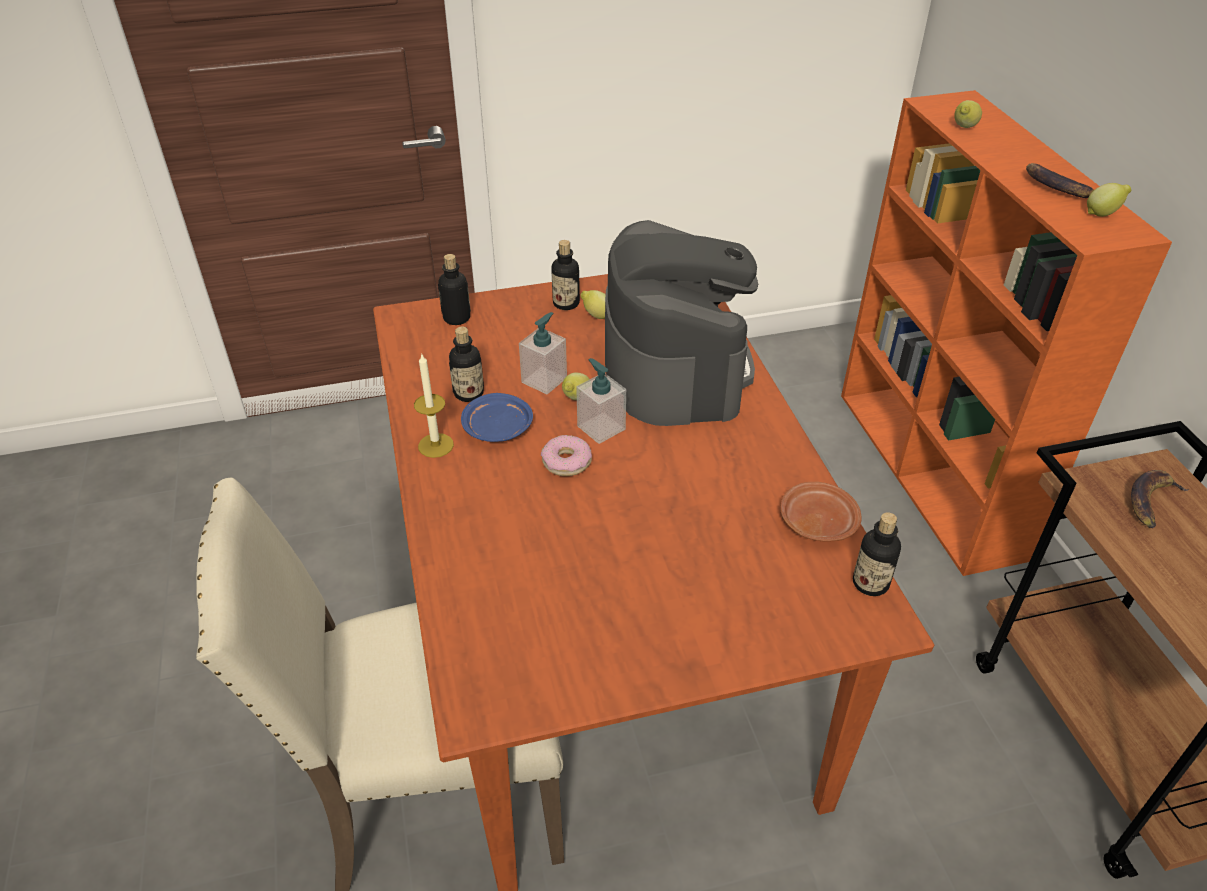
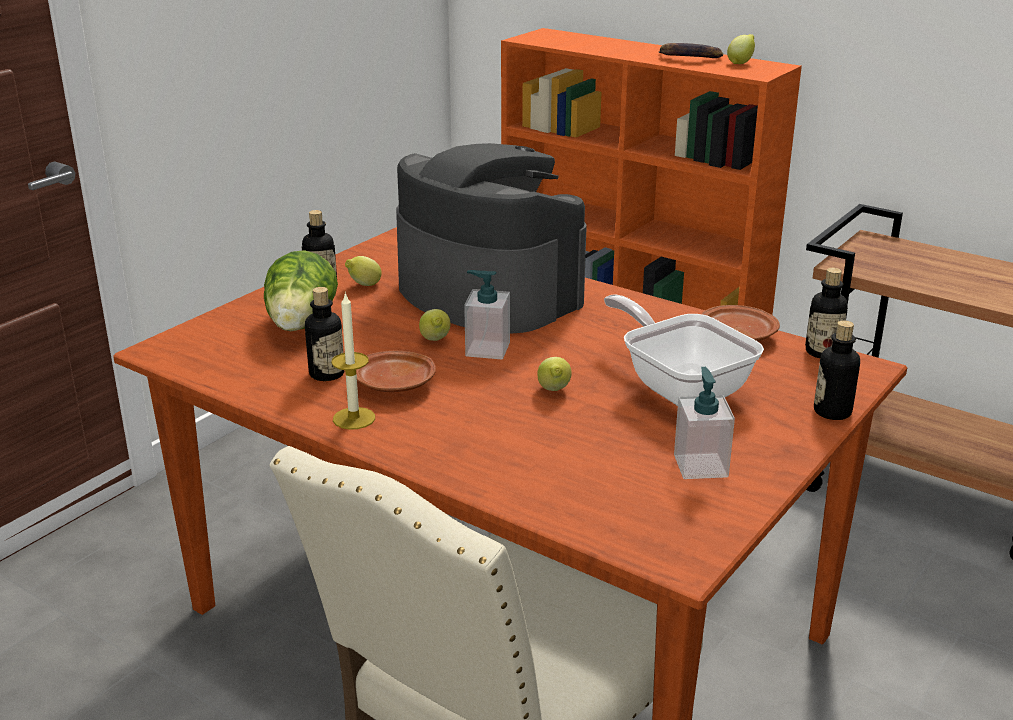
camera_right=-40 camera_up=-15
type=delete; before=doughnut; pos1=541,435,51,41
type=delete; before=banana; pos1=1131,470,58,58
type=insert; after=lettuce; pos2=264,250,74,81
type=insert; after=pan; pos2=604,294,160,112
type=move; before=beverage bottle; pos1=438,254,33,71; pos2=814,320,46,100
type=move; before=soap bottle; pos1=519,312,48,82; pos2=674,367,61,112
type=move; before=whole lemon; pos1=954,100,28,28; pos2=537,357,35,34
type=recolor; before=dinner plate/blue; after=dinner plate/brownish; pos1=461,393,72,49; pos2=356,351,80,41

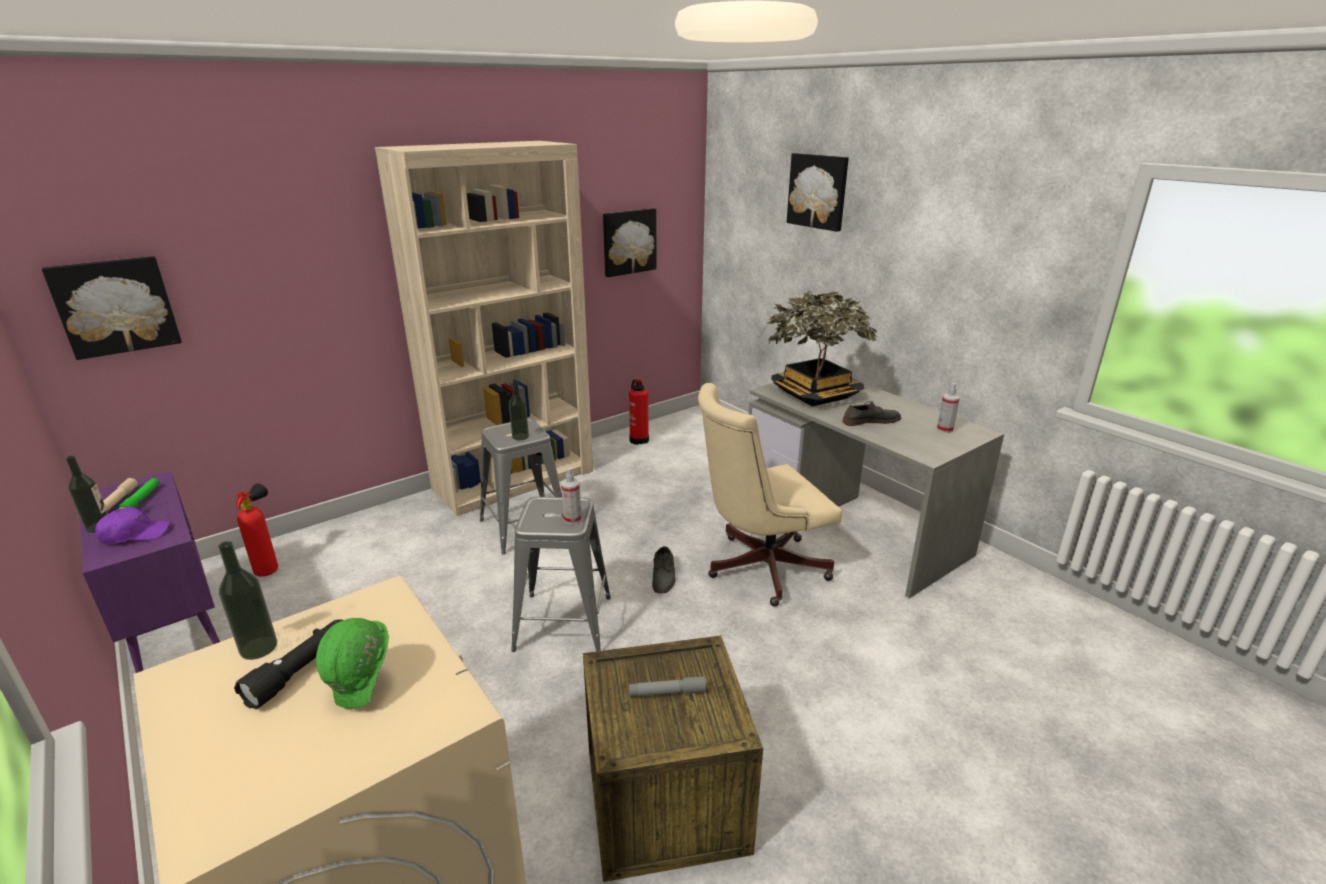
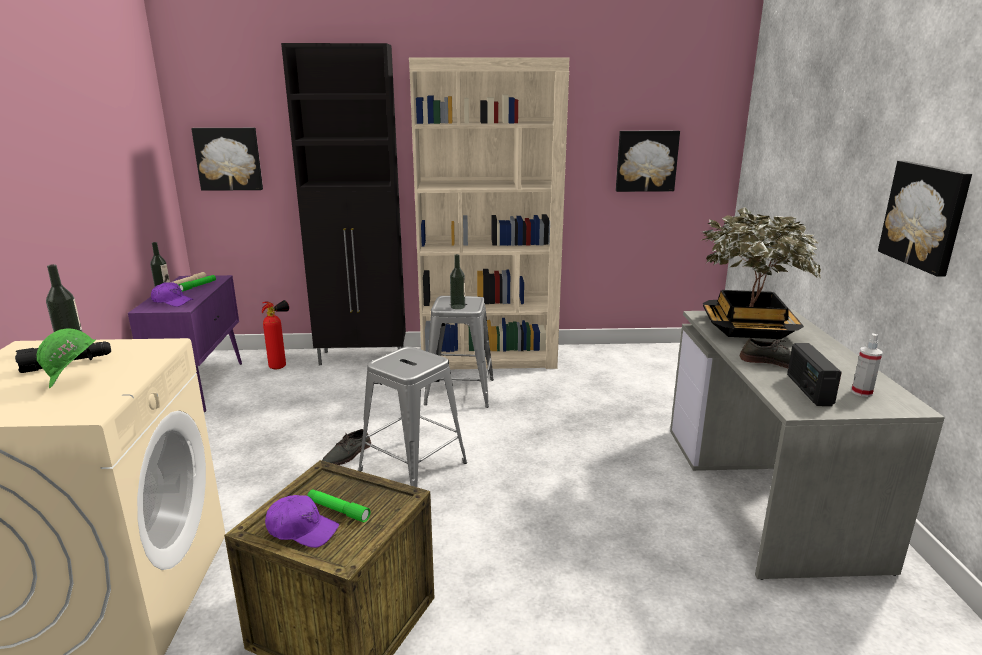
camera_right=35 camera_up=-5
type=delete; before=hand sprayer; pos1=561,467,21,57
type=delete; before=fire-fighting cylinder; pos1=629,379,20,66
type=delete; before=computer chair/sand-coloured; pos1=698,383,144,224
type=insert; after=cap/purplish; pos2=265,495,74,53
type=insert; after=cabinet/black; pos2=281,43,125,322
type=insert; after=radio receiver; pos2=787,343,55,63
type=move; before=shoe/grey; pos1=652,546,23,47; pos2=322,429,49,36
type=move; before=wall picture; pos1=787,153,62,79; pos2=878,161,94,116
type=recolor; before=flashlight/grey; after=flashlight/greenish; pos1=629,676,77,21; pos2=307,489,63,34

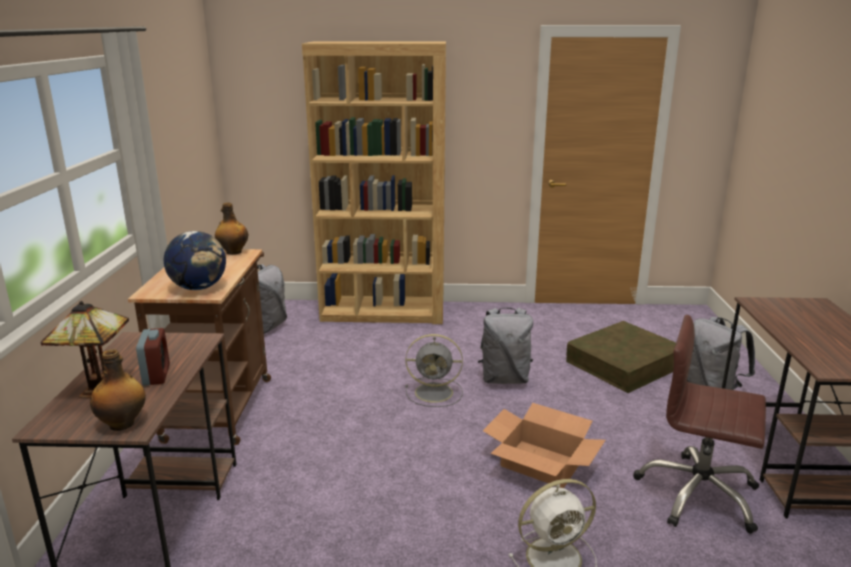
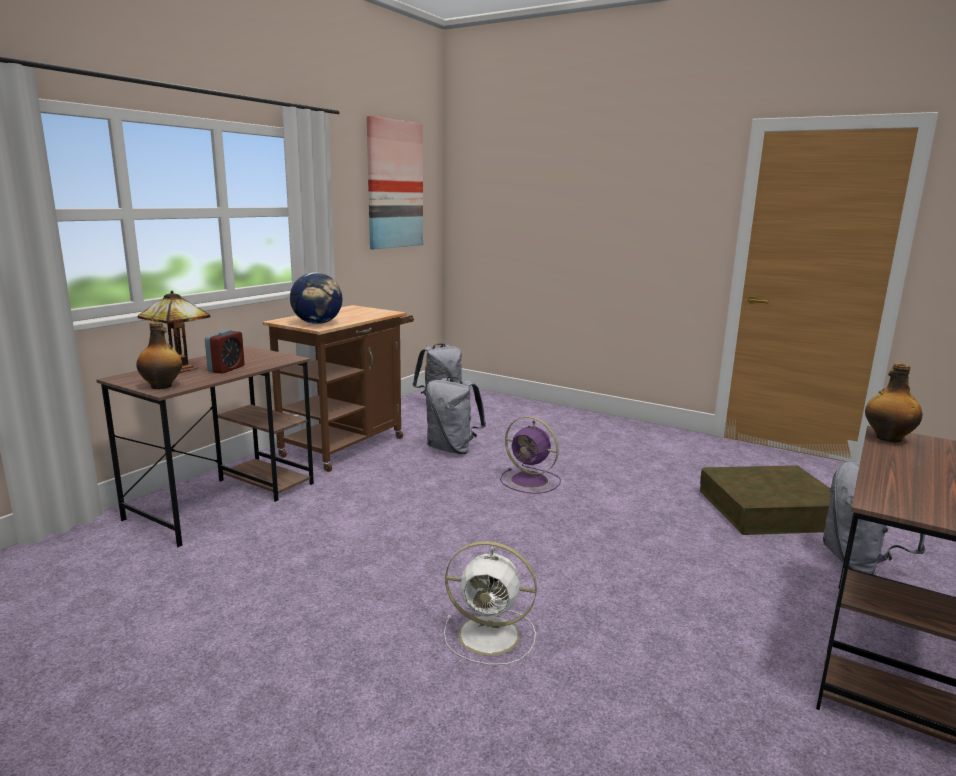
camera_right=30 camera_up=-5
type=delete; before=shelving unit/brownish; pos1=302,41,144,283
type=delete; before=packing box; pos1=483,403,122,85
type=delete; before=computer chair/brownish; pos1=633,315,133,219
type=insert; after=wall picture; pos2=367,115,56,134
type=move; before=beverage bottle; pos1=215,203,33,52; pos2=865,363,58,79
type=move; before=rucksack/grey; pos1=478,308,55,76; pos2=426,376,60,78
type=recolor; before=fan/grey; after=fan/purplish; pos1=405,334,58,73; pos2=500,416,61,78

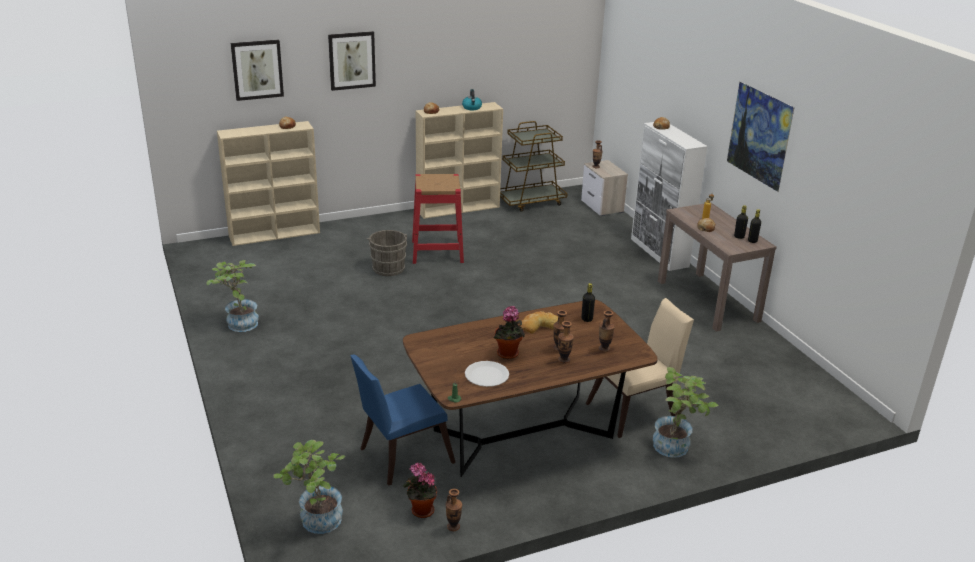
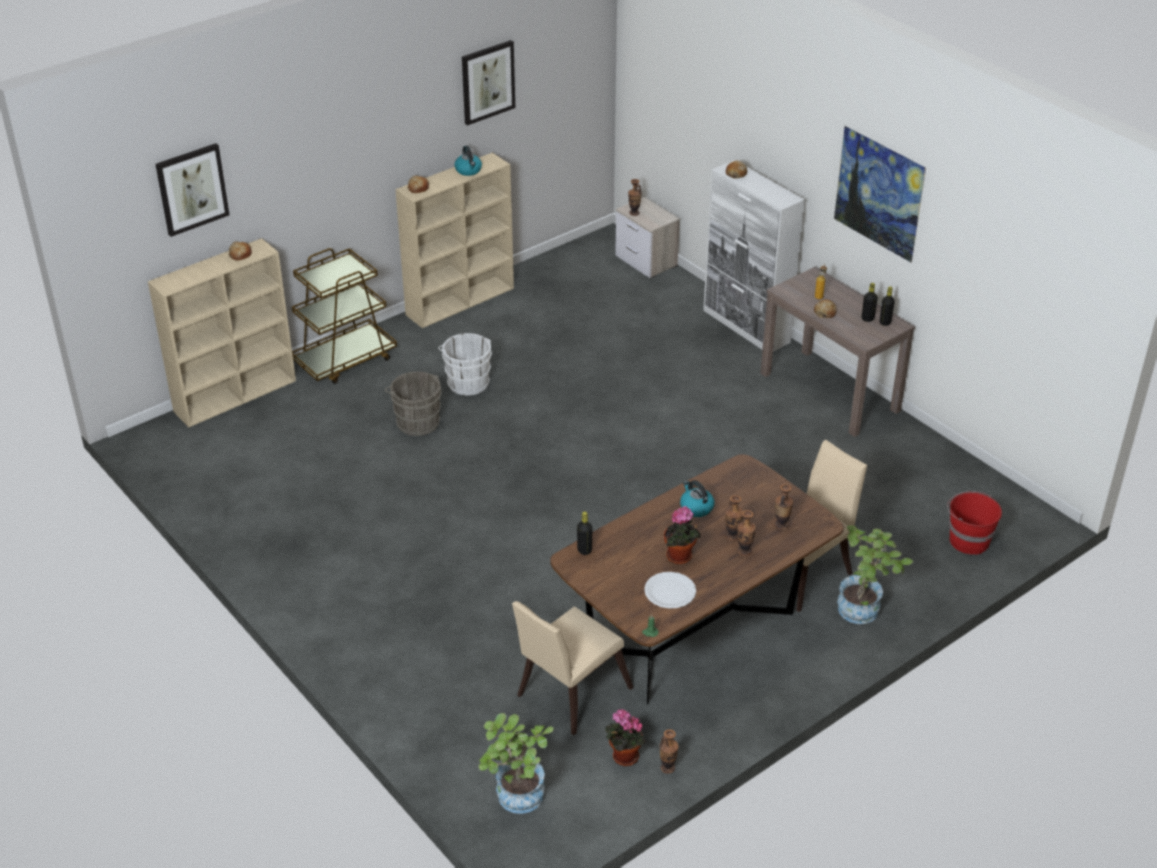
camera_right=-15 camera_up=10
type=delete; before=houseplant; pos1=206,260,53,72
type=insert; after=water bucket/red; pos2=947,491,55,64
type=move; before=wall picture; pos1=328,31,48,60; pos2=462,40,53,85
type=move; before=trolley/brownish; pos1=500,121,68,91; pos2=292,248,105,136
type=move; before=beverage bottle/black; pos1=581,283,14,39; pos2=577,511,16,44
type=replace; before=stool/red; after=water bucket/whitish; pos1=412,174,52,90; pos2=438,333,54,63
type=replace; before=bakery bread; after=kettle; pos1=520,311,38,23; pos2=680,480,34,37
type=recolor; before=upright chair/blue; after=upright chair/sand-coloured; pos1=350,355,106,131; pos2=512,601,122,134

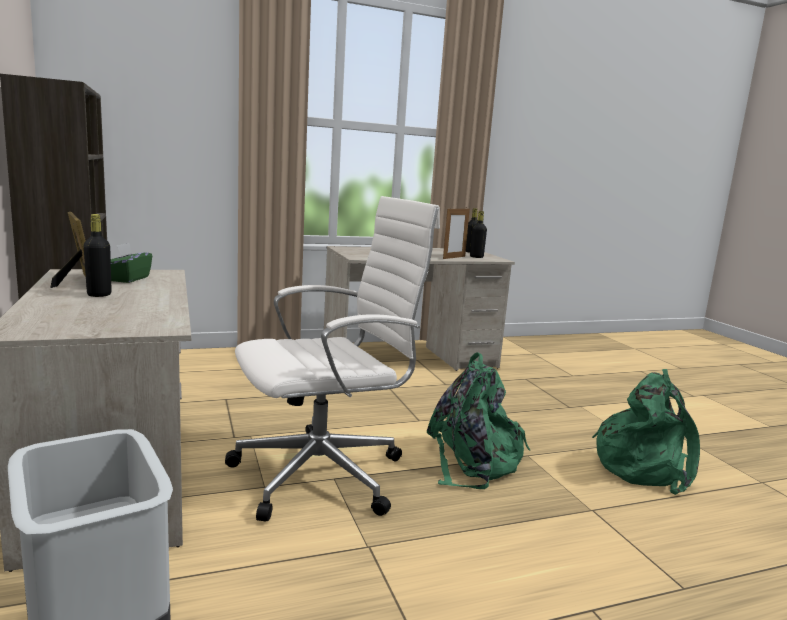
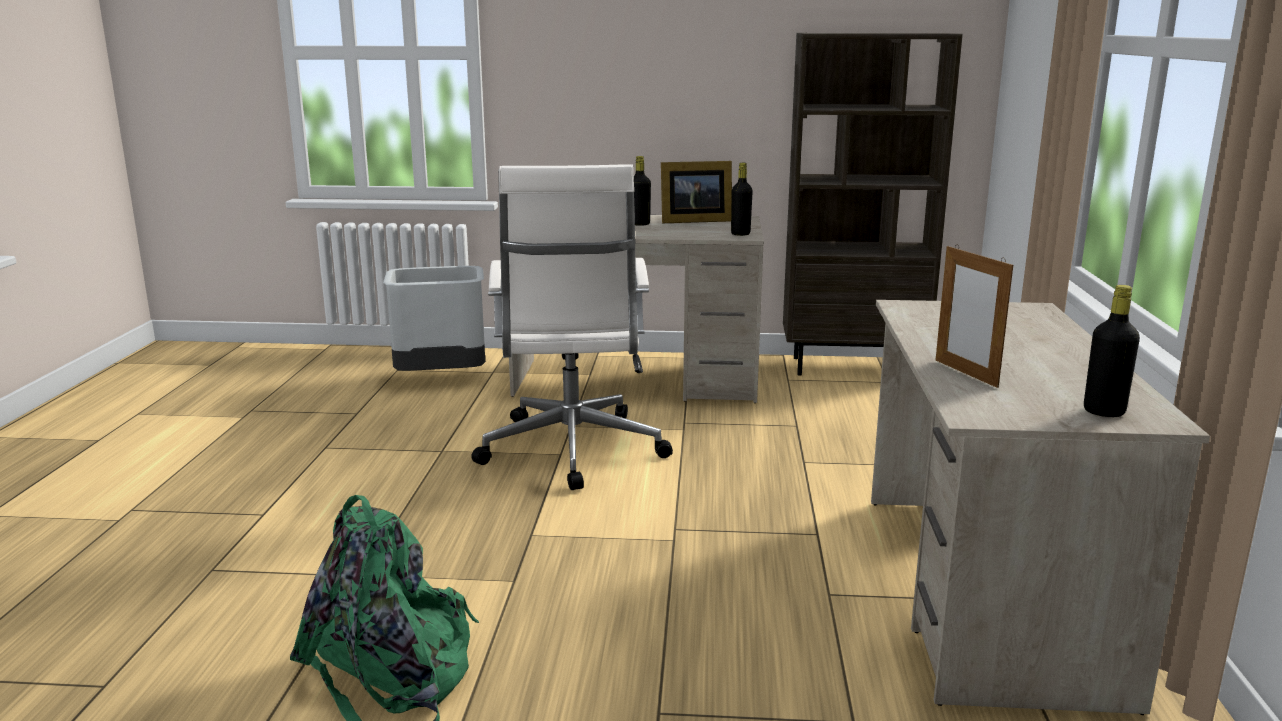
camera_right=115 camera_up=5
type=delete; before=tissue holder/greenish; pos1=111,243,41,40
type=delete; before=rucksack/greenish; pos1=427,352,103,137
type=move; before=beverage bottle/black; pos1=470,211,17,47; pos2=731,163,22,73

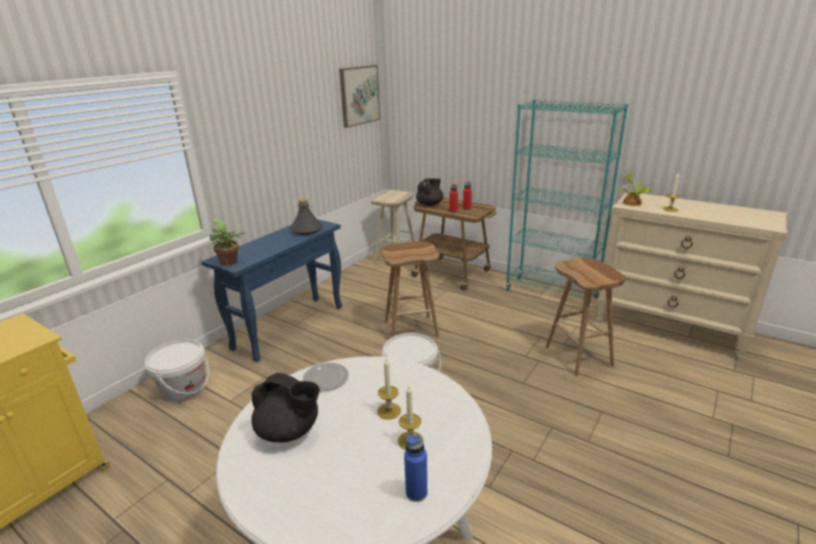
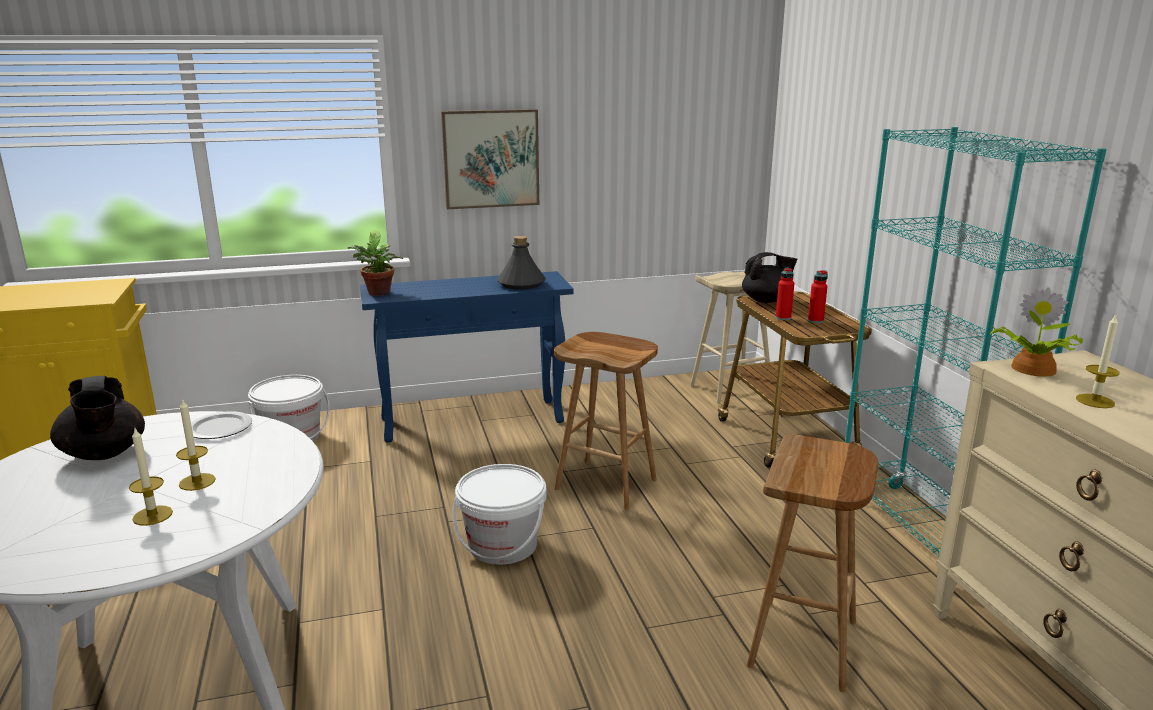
camera_right=40 camera_up=-5
type=delete; before=beverage bottle/blue; pos1=404,434,23,68
type=move; before=wall picture; pos1=339,65,41,63; pos2=441,109,98,100

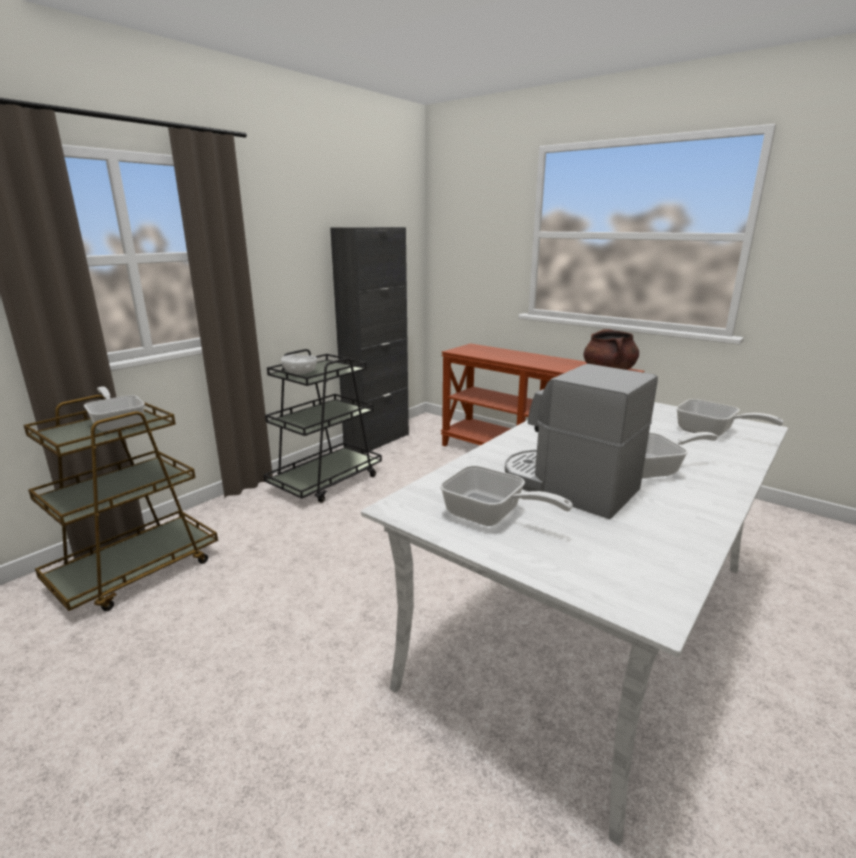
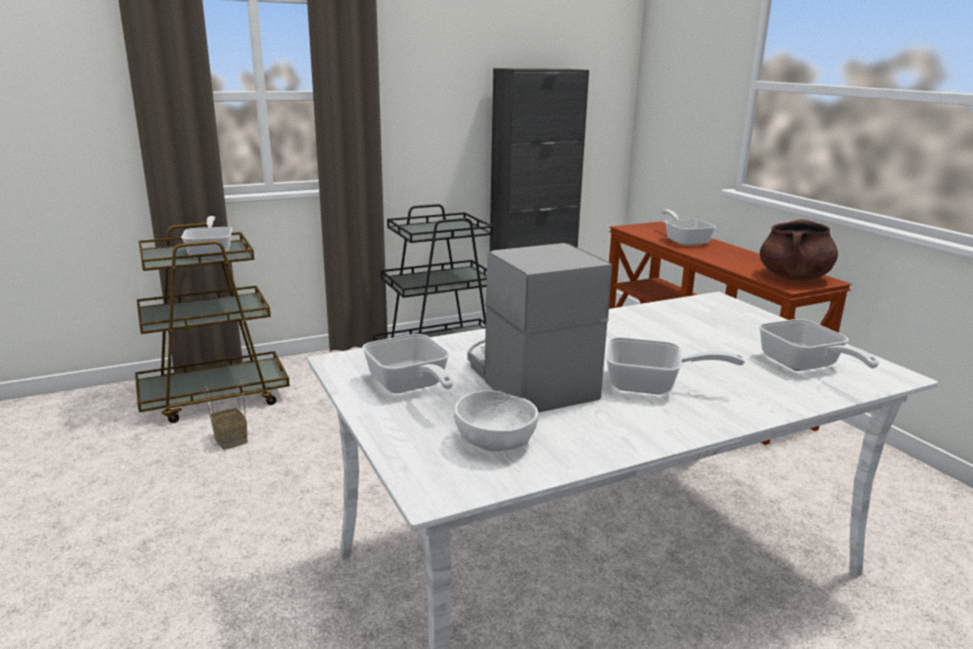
camera_right=25 camera_up=0
type=insert; after=household basket; pos2=205,378,43,72
type=insert; after=pan; pos2=661,210,55,36
type=move; before=bowl/whitish; pos1=281,354,36,21; pos2=453,390,85,61

